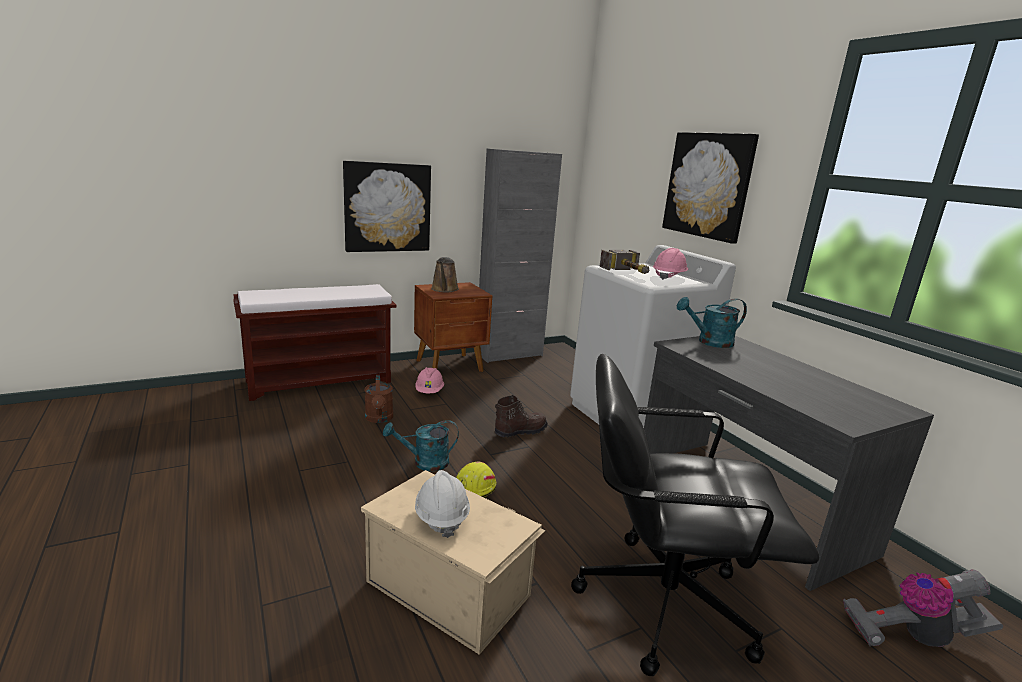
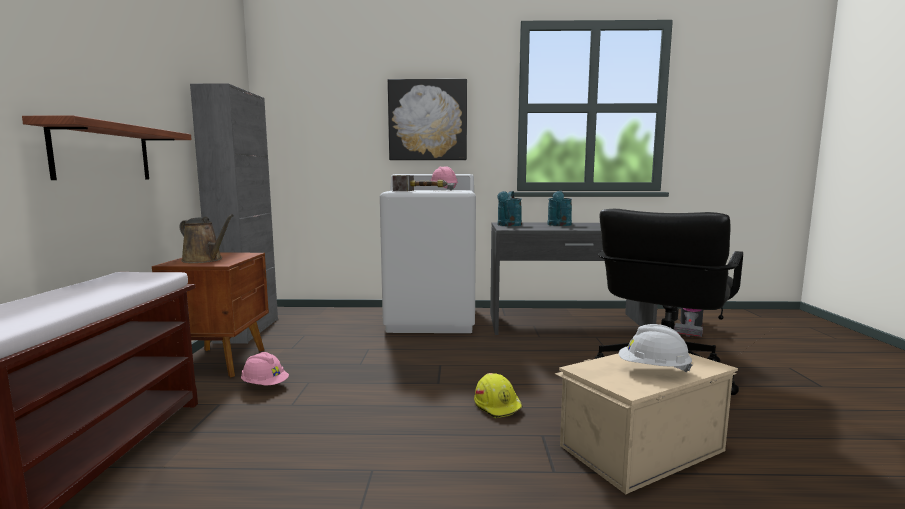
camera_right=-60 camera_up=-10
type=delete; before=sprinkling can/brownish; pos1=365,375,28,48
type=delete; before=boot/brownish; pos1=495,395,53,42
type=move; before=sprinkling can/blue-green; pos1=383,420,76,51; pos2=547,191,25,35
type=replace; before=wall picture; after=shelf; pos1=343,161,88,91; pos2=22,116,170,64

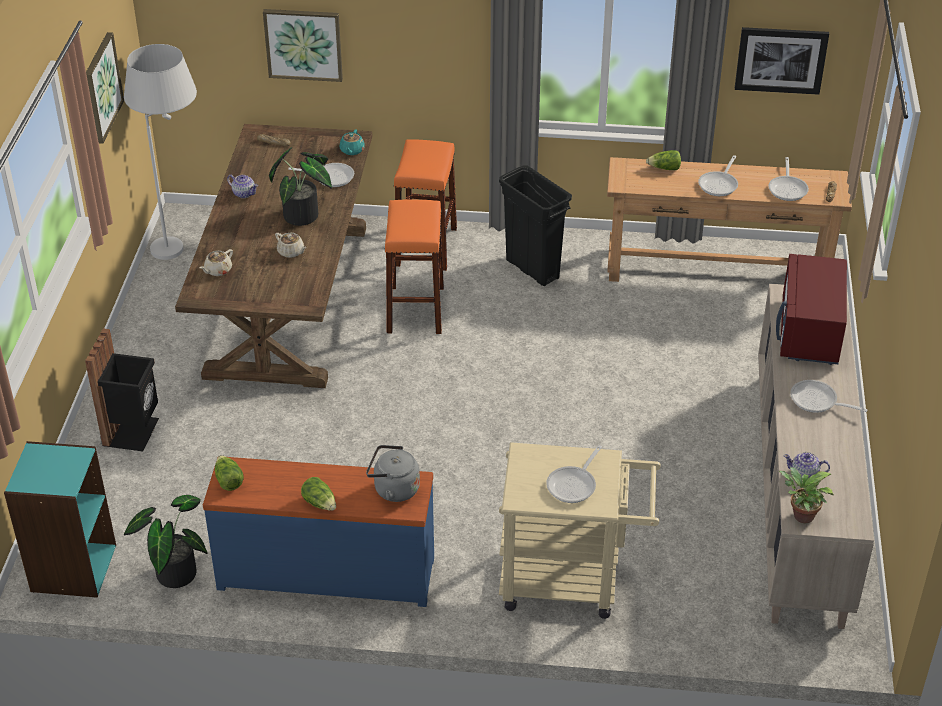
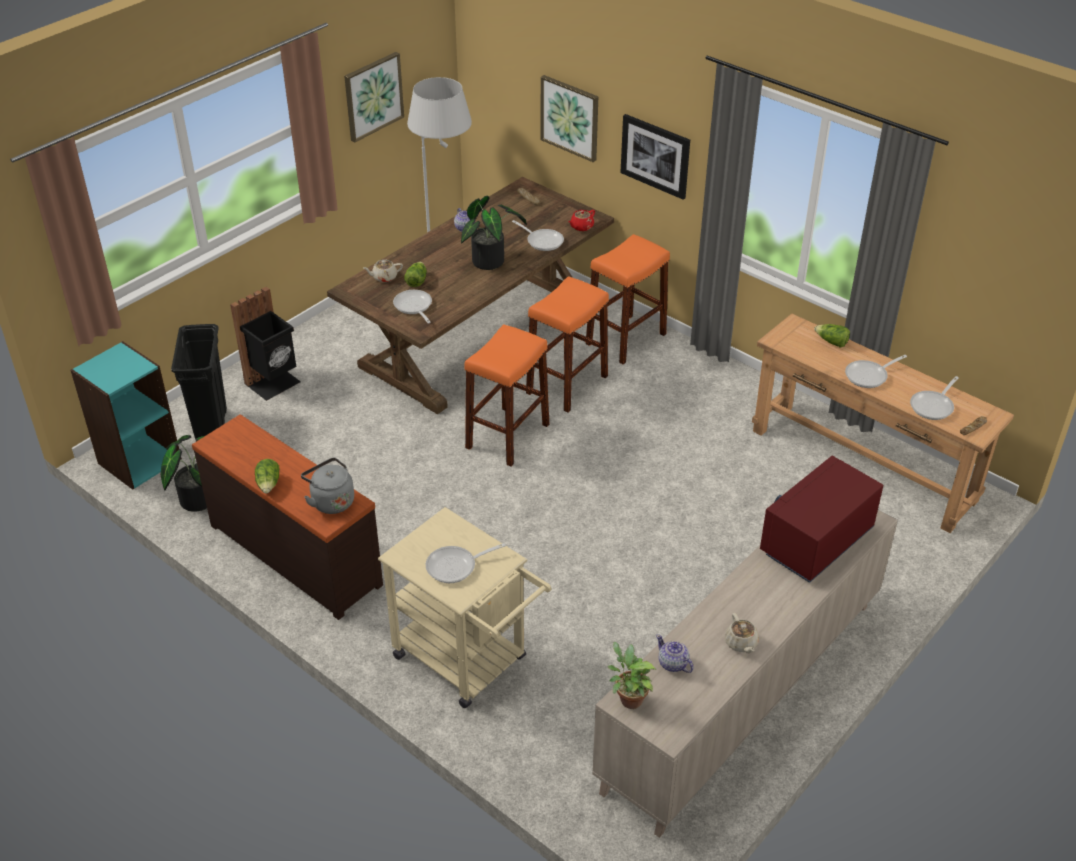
camera_right=35 camera_up=0
type=insert; after=stool/orange; pos2=464,324,85,142
type=move; before=lettuce; pos1=215,455,29,36; pos2=404,262,23,25
type=move; before=pot for tea/sand-coloured; pos1=275,233,32,25; pos2=725,613,34,40
type=move; before=waste bin/black; pos1=499,166,73,120; pos2=171,324,56,115
type=move; before=wall picture; pos1=735,27,94,68; pos2=620,114,70,86
type=move; before=pan; pos1=790,380,77,33; pos2=393,290,39,33
type=recolor; before=dresser/blue; after=dresser/brownish; pos1=203,456,231,151; pos2=192,414,191,206
type=recolor; before=pot for tea/blue-green; after=pot for tea/red; pos1=340,130,25,25; pos2=568,210,27,21

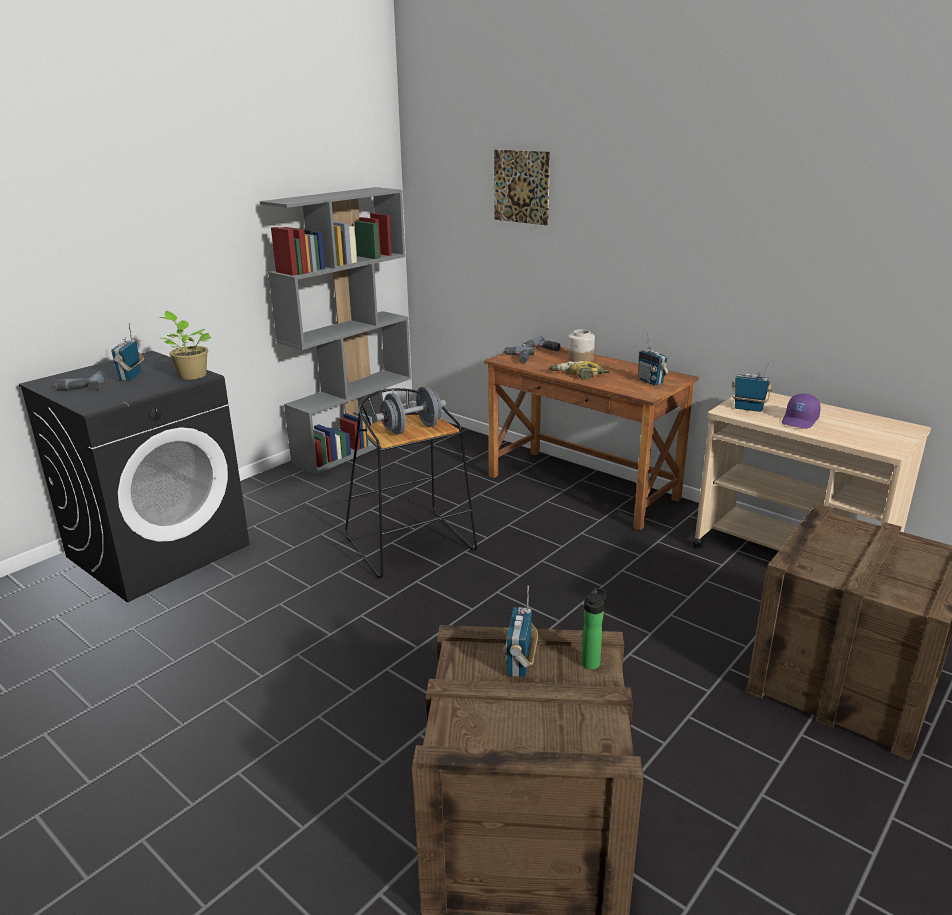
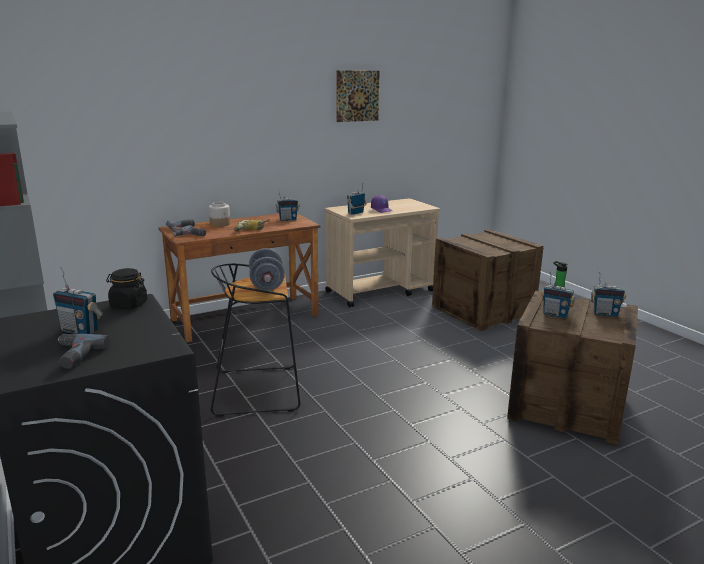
camera_right=-70 camera_up=-5
type=insert; after=radio receiver; pos2=591,272,35,45
type=move; before=wall picture; pos1=494,150,56,75; pos2=336,71,44,51
type=replace; before=houseplant; after=jar/black; pos1=159,311,53,69; pos2=106,268,41,41

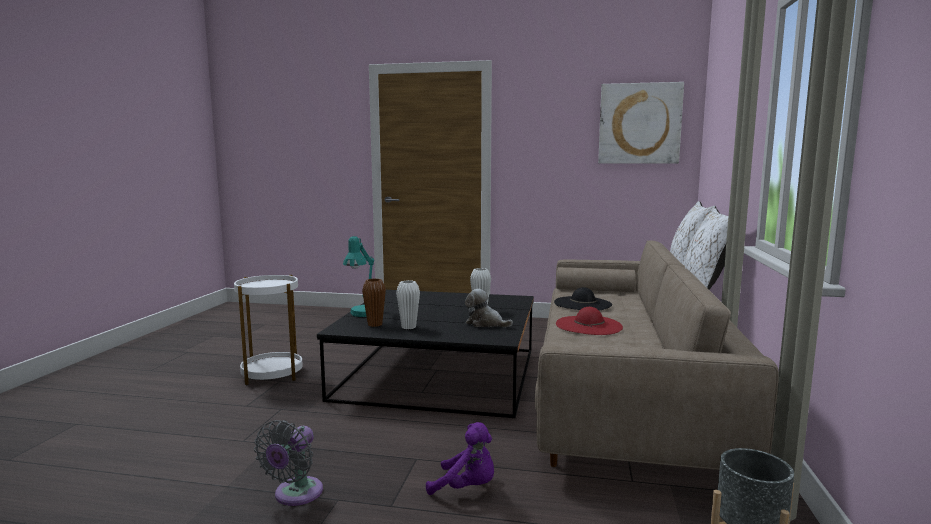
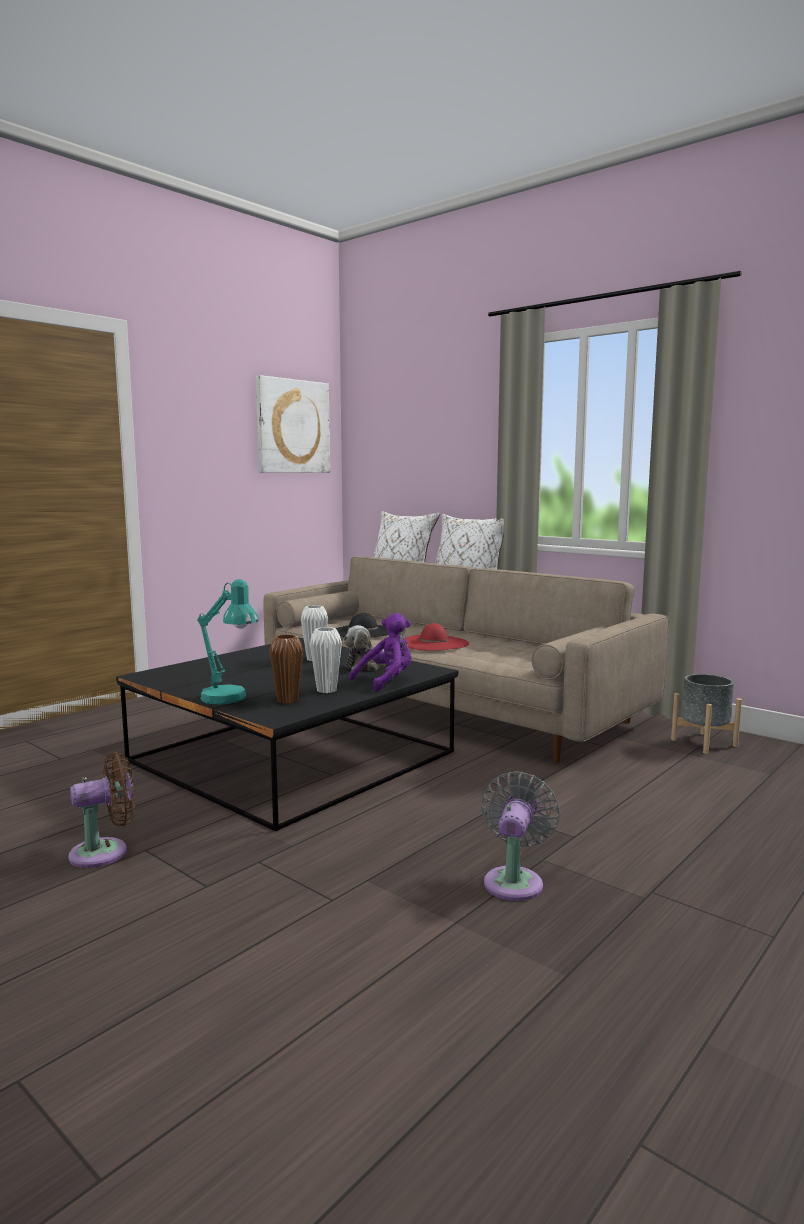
camera_right=-60 camera_up=0
type=move; before=plush toy/purplish; pos1=426,422,68,73; pos2=349,613,62,78
type=replace; before=accent table/whitish; after=fan/brownish; pos1=234,275,69,110; pos2=68,752,67,116
type=rotate; before=fan/grey; pos1=254,420,69,86; pos2=481,771,79,130; turn=-120

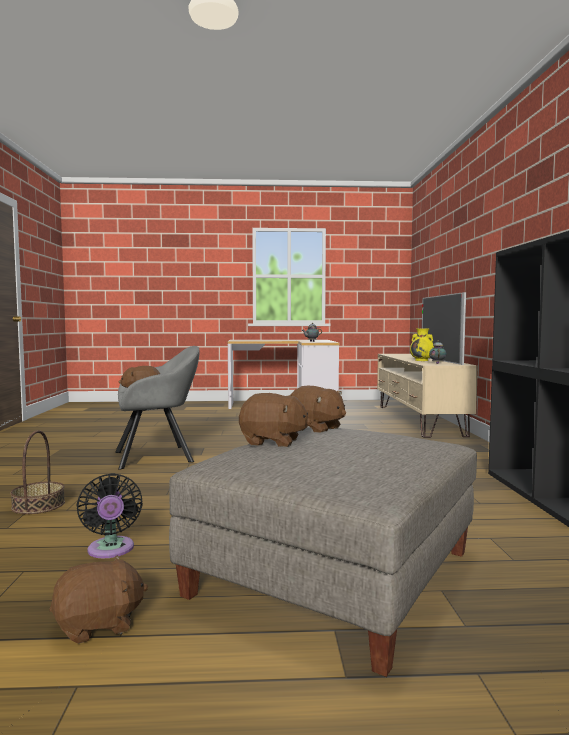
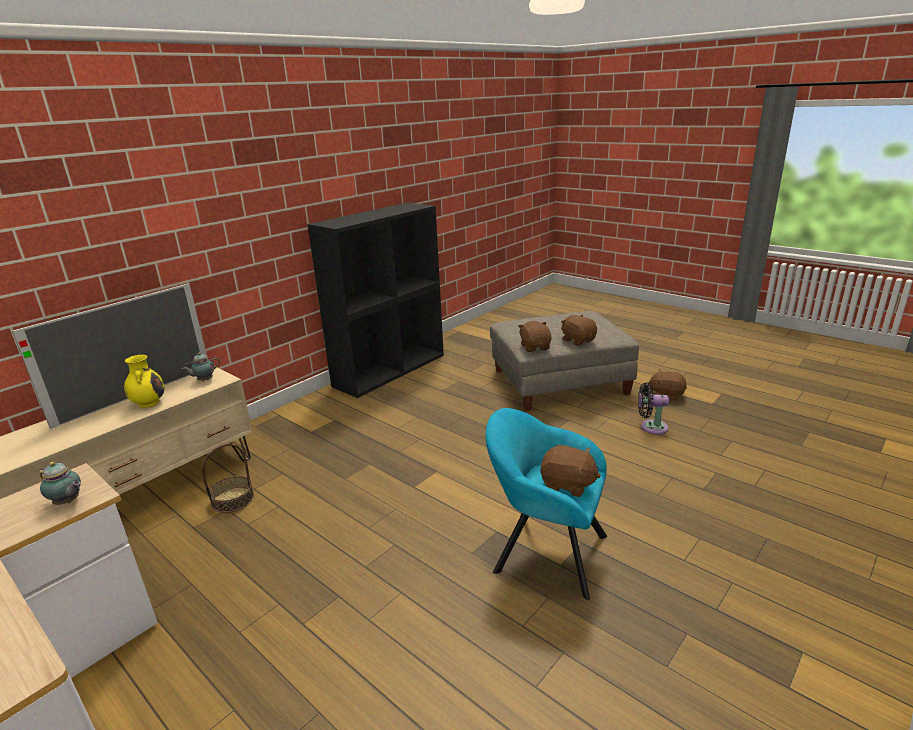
camera_right=-135 camera_up=20
type=move; before=household basket; pos1=11,430,54,84; pos2=202,444,52,69
type=recolor; before=lounge chair/grey; after=lounge chair/blue-green; pos1=115,346,85,124; pos2=485,408,122,192
type=rotate; before=fan/black; pos1=76,473,67,85; pos2=638,383,31,52; turn=-105

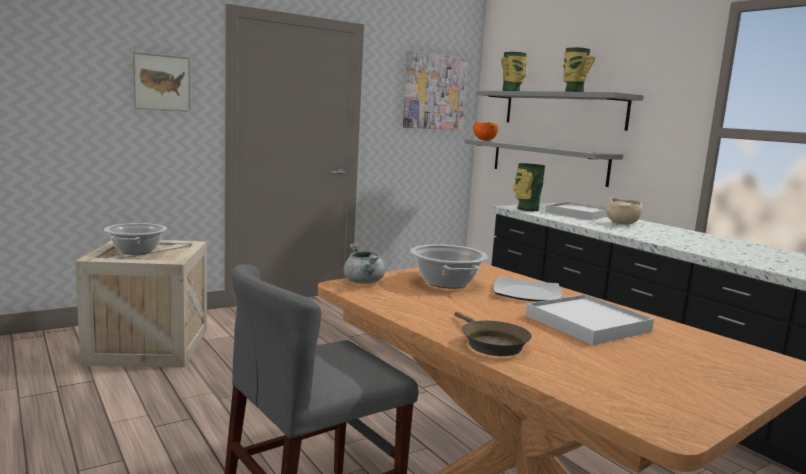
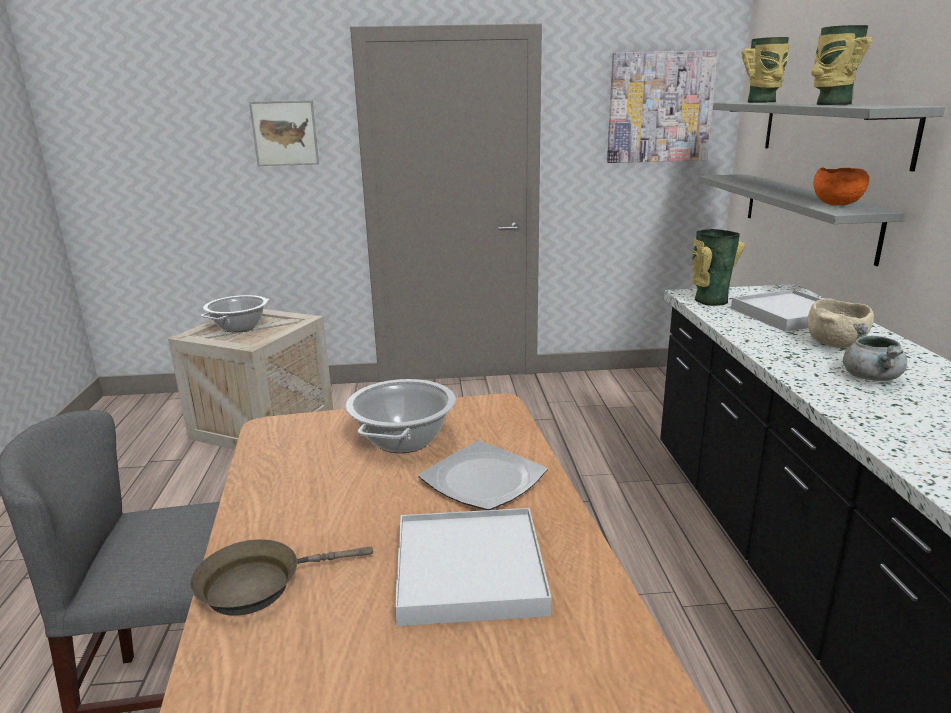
camera_right=30 camera_up=10
type=move; before=stockpot/grey; pos1=343,243,42,41; pos2=843,323,64,58
type=move; before=bowl/orange; pos1=473,122,25,18; pos2=813,168,56,37
type=rotate; before=pan/brownish; pos1=455,312,77,44; pos2=190,539,183,77; turn=60

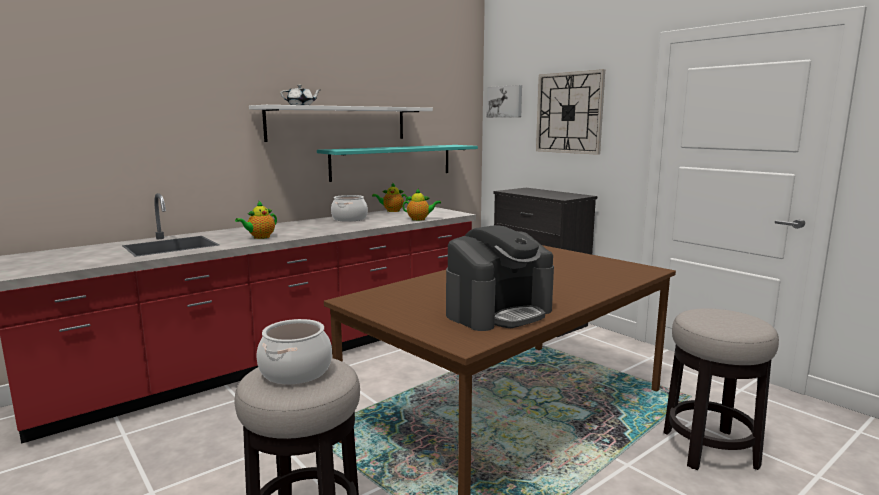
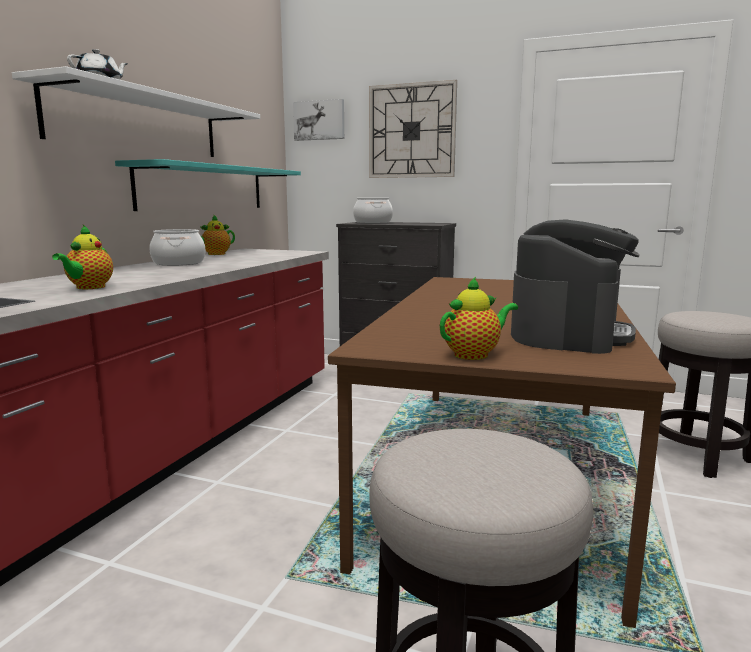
camera_right=-30 camera_up=0
type=move; before=stockpot; pos1=257,319,75,65; pos2=353,198,40,26
type=move; before=pot for tea; pos1=402,188,39,33; pos2=440,277,78,83

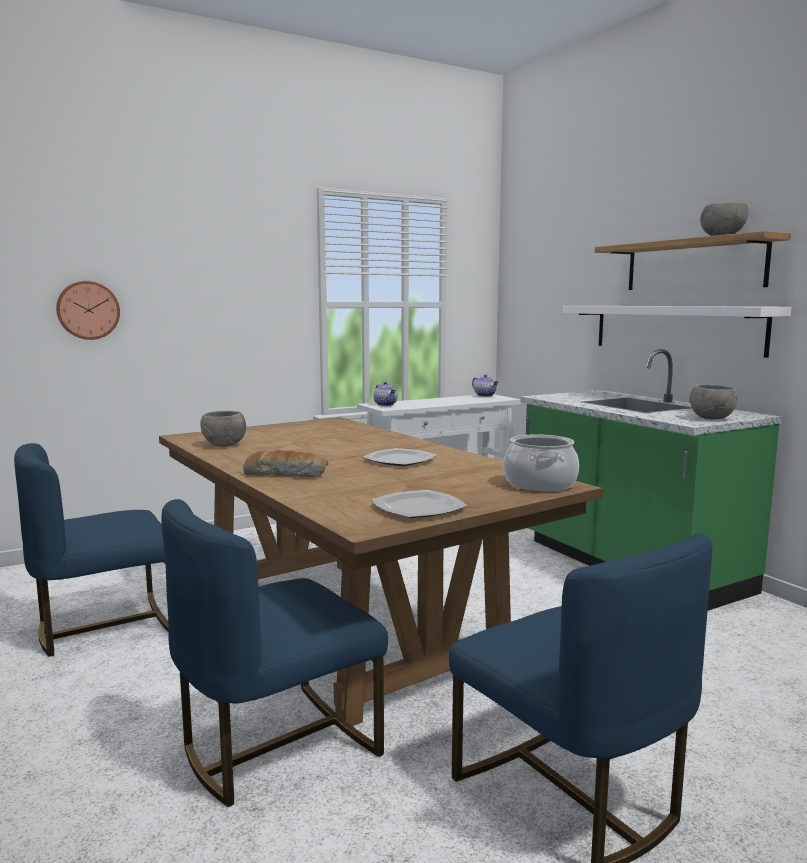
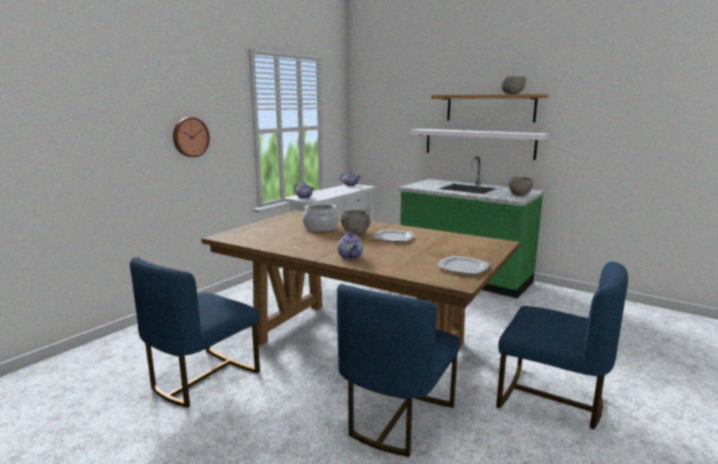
camera_right=-25 camera_up=5
type=move; before=clock on the wall; pos1=56,281,64,59; pos2=173,117,37,40
type=move; before=bowl/grey; pos1=200,411,46,36; pos2=341,210,30,24
type=move; before=stockpot; pos1=504,434,75,58; pos2=302,203,37,29
type=replace; before=bakery bread; after=pot for tea; pos1=243,450,85,27; pos2=337,232,26,27

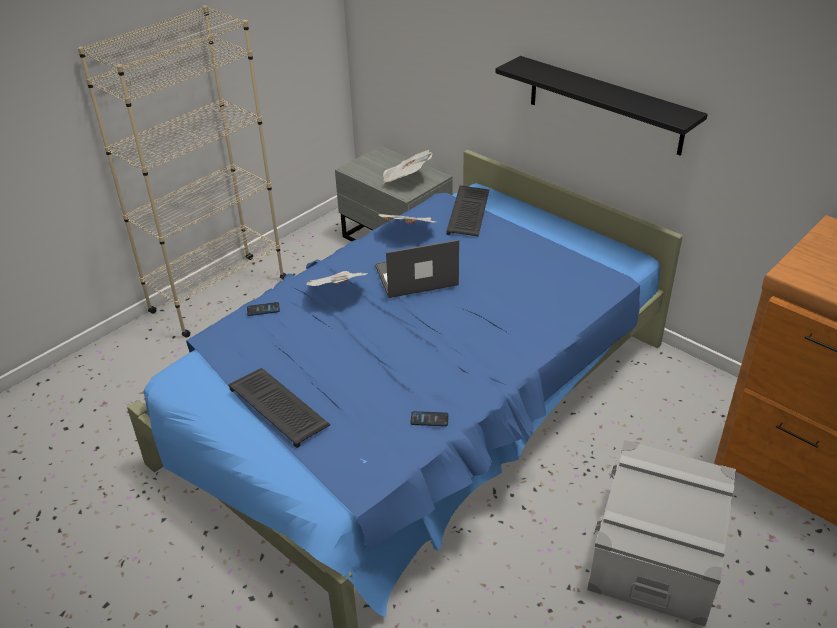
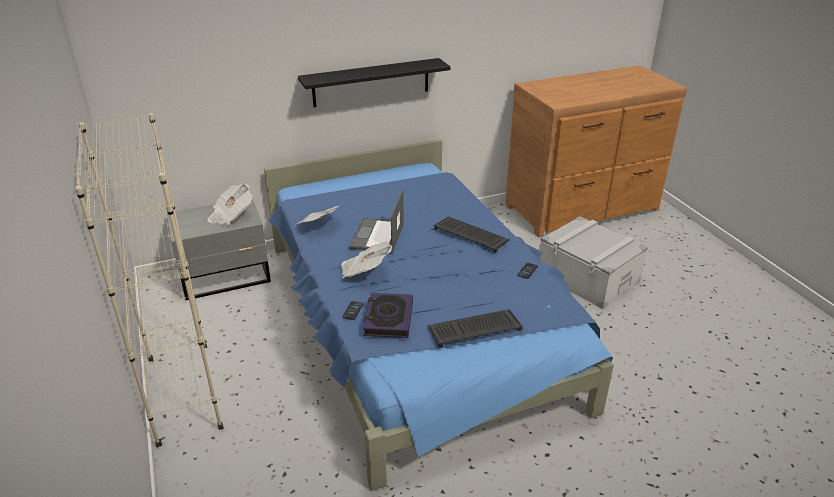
camera_right=-65 camera_up=-5
type=insert; after=book; pos2=363,293,50,45
type=move; before=PC keyboard; pos1=446,185,43,51; pos2=434,216,76,37

